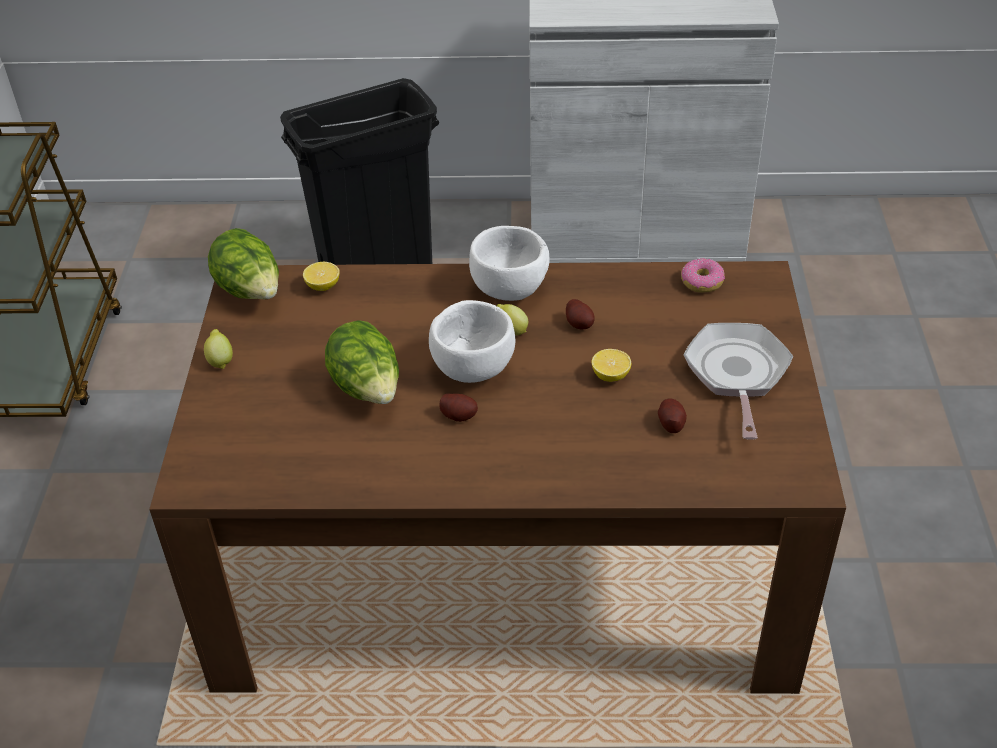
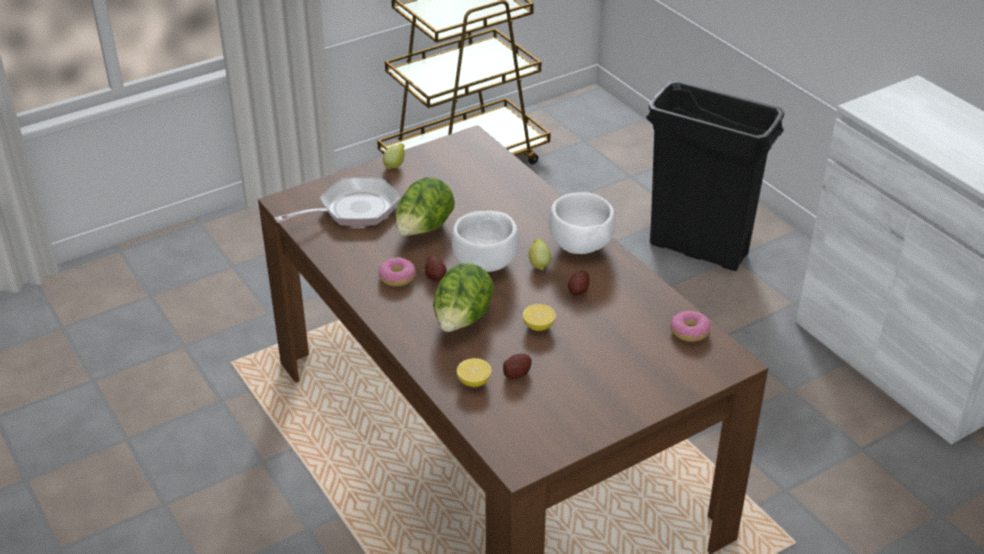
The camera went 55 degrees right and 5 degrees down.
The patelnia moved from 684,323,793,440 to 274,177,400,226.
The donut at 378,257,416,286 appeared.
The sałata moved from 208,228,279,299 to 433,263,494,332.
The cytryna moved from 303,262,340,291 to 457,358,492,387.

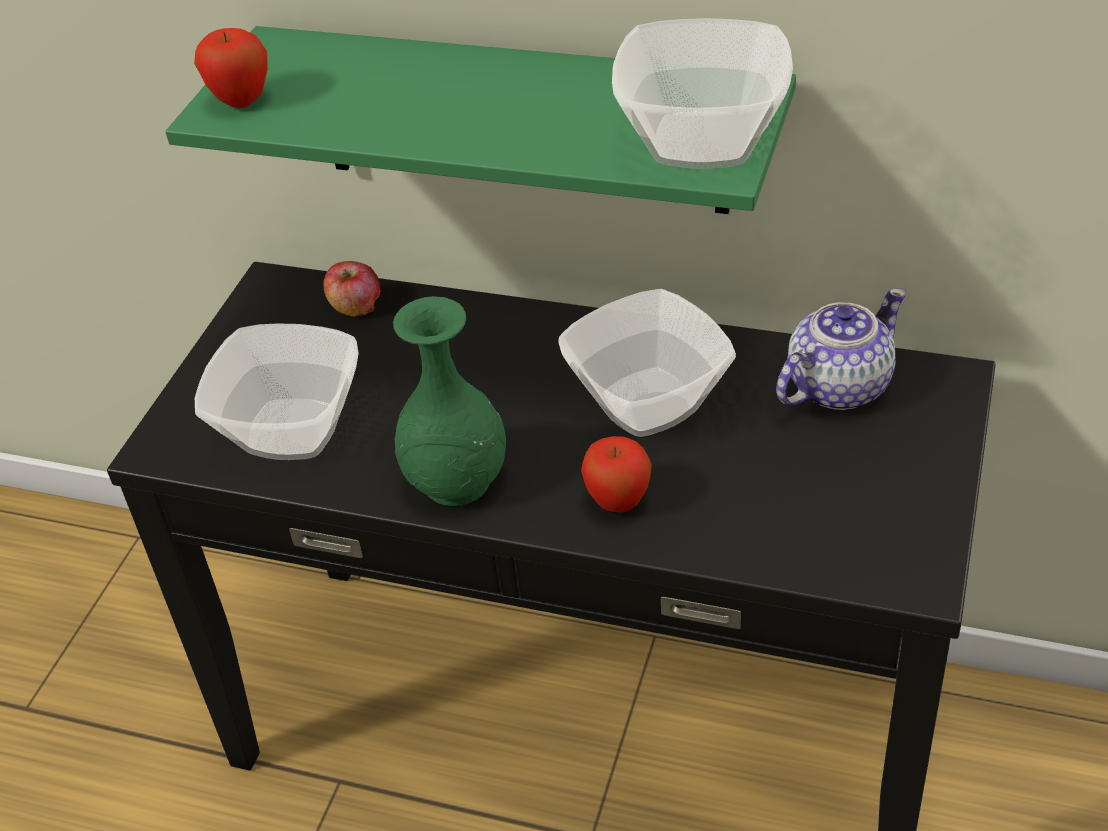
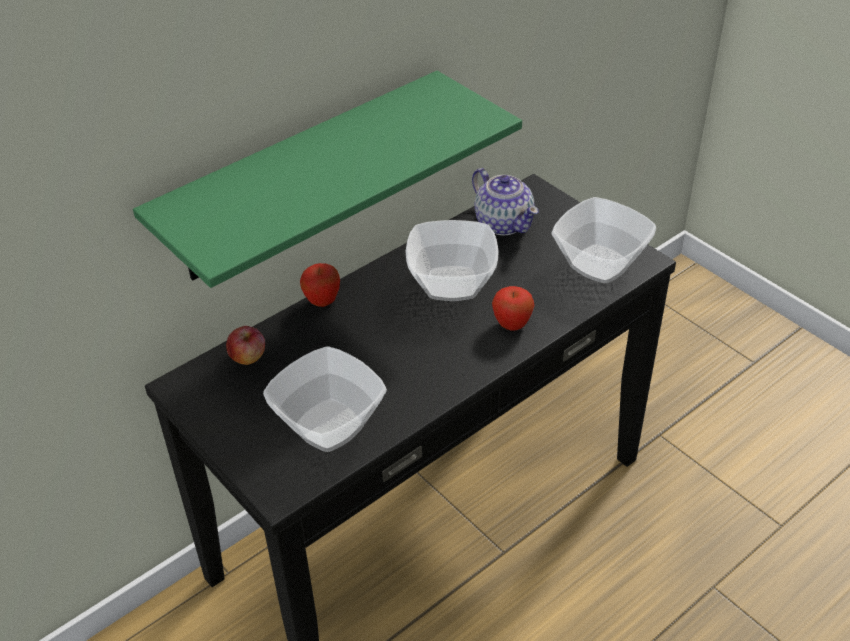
The camera went 60 degrees left and 0 degrees up.
The jabłko moved from 194,28,268,108 to 300,263,340,307.
The imbryk at 776,288,907,410 turned 150 degrees clockwise.
The miska moved from 612,18,793,169 to 552,197,656,283.
The wazon (zielony) at 393,296,506,506 disappeared.

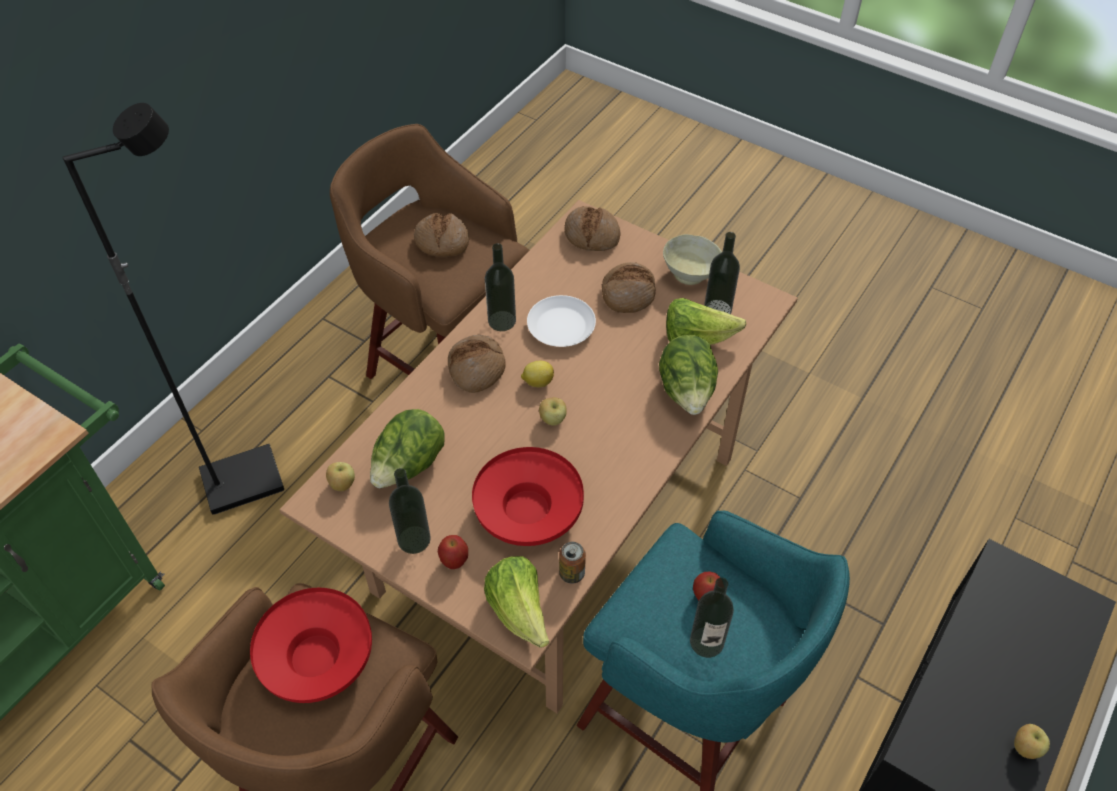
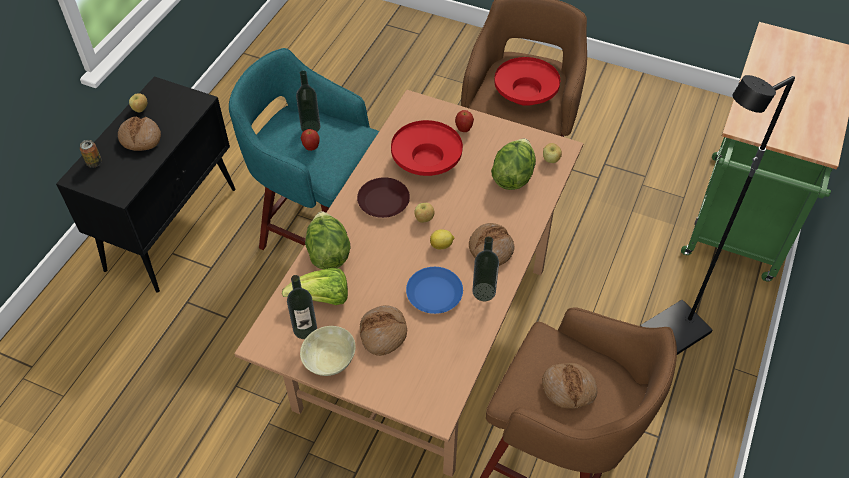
The camera went 170 degrees right and 0 degrees up.
The puszka moved from 559,542,586,584 to 80,140,102,168.
The chleb moved from 564,206,621,251 to 118,117,161,151.
The talerz (brązowy) at 357,177,410,218 appeared.
The talerz (biały) at 527,295,596,347 became the talerz (niebieski) at 406,267,463,314.
The butelka at 389,468,431,554 disappeared.
The sałata at 484,556,549,648 disappeared.

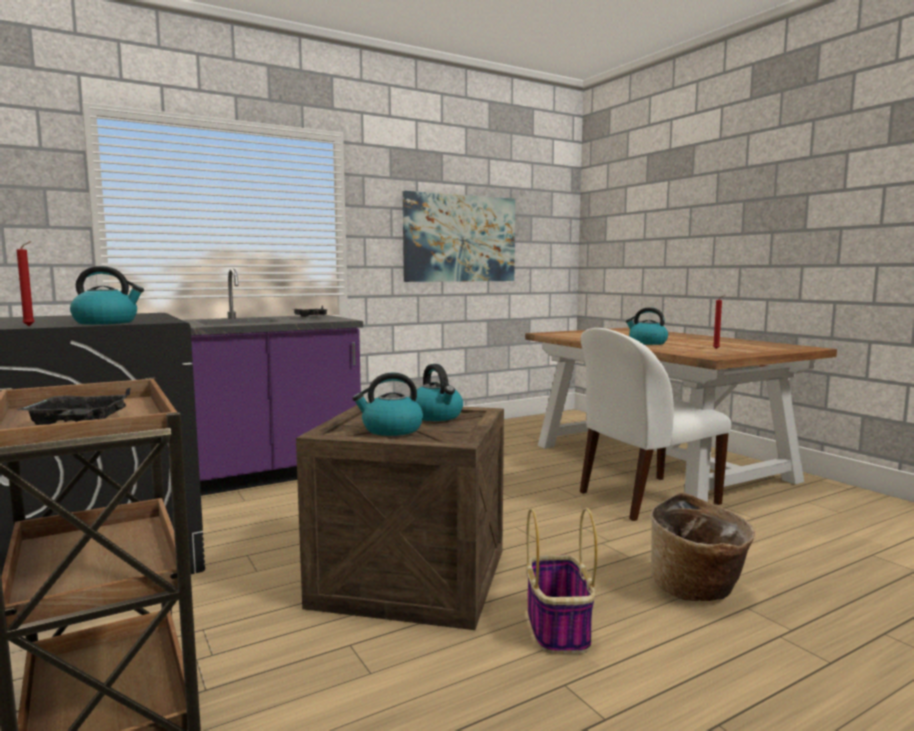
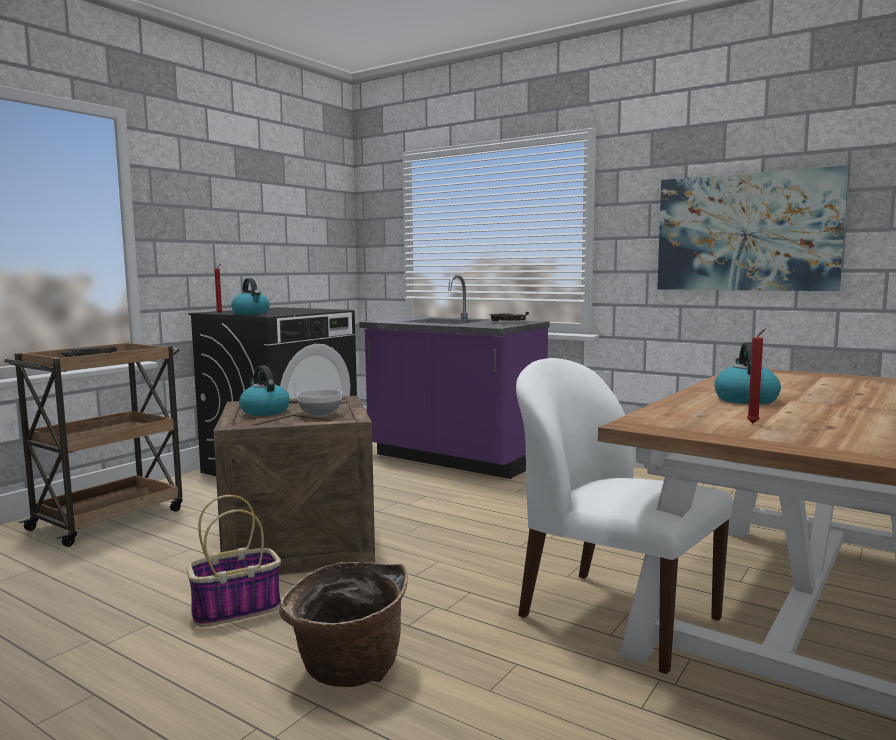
The camera went 65 degrees right and 0 degrees up.
The czajnik at 409,364,463,421 was replaced by the miska at 297,389,342,416.

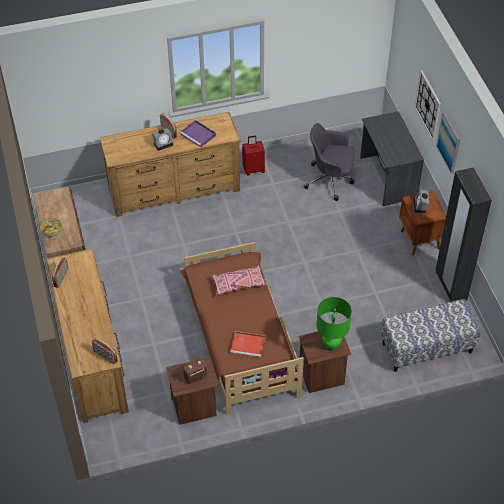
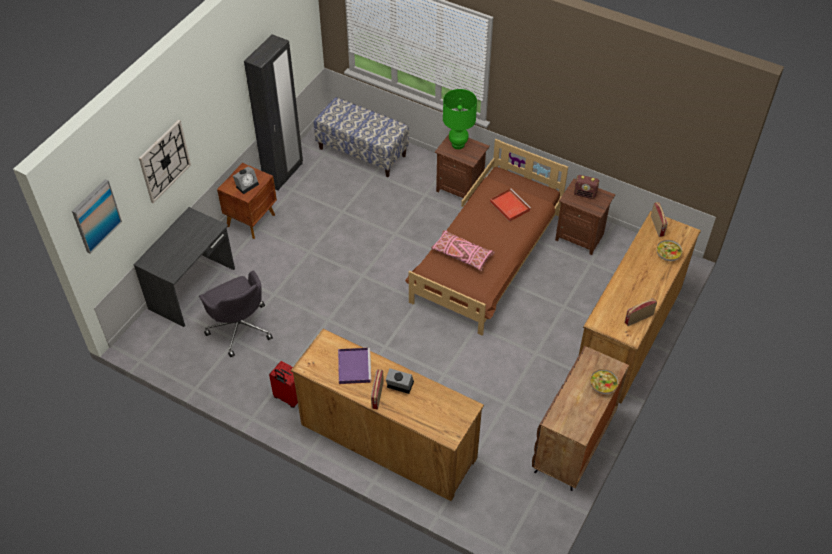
The camera went 135 degrees left and 0 degrees up.
The obraz moved from 436,112,460,173 to 72,179,122,253.
The miska at 657,240,683,261 appeared.

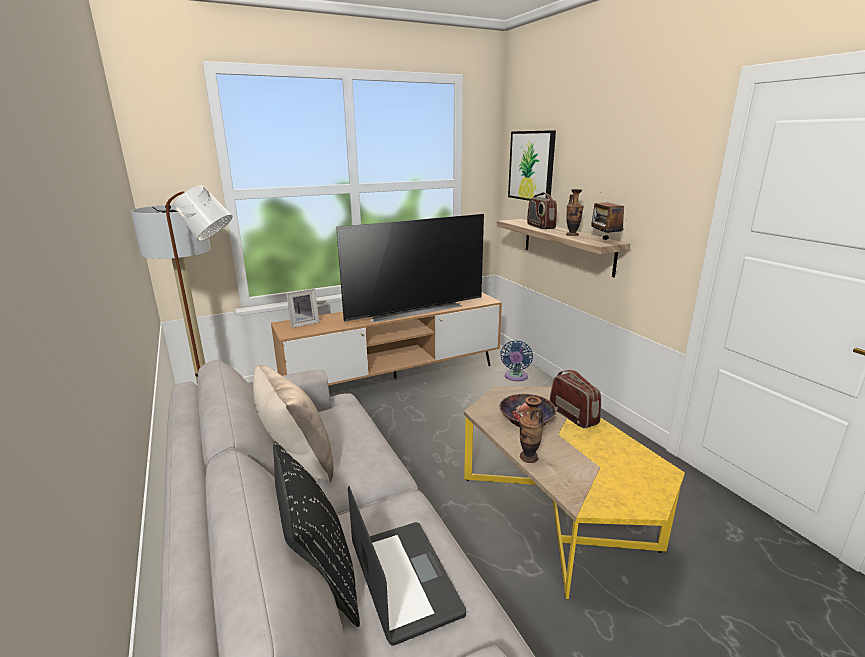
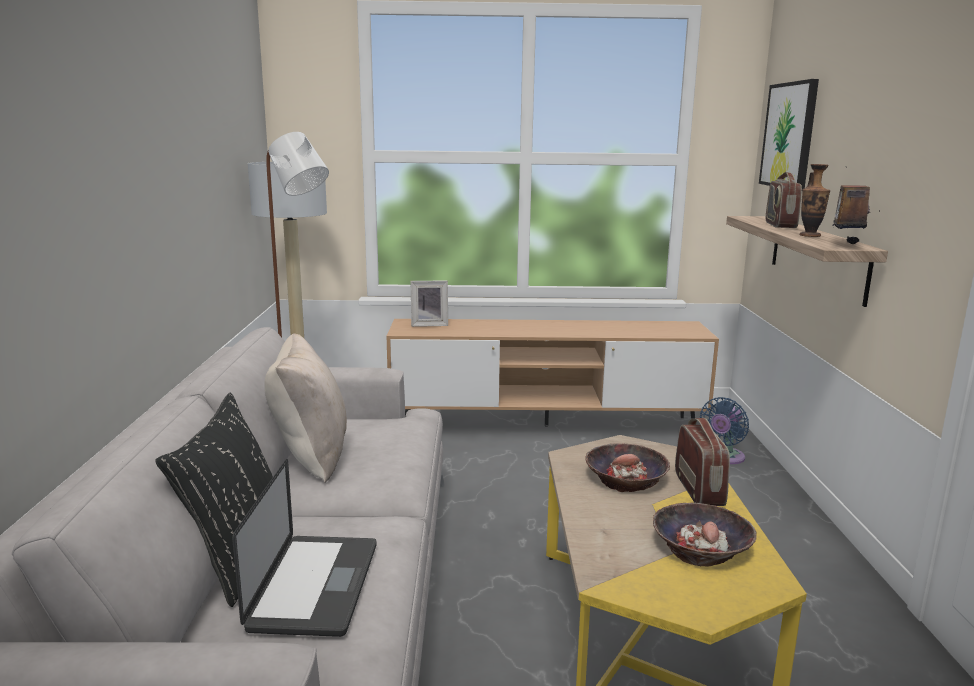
The camera went 25 degrees right and 5 degrees down.
The miska at 653,502,757,567 appeared.
The telewizor at 336,214,484,322 disappeared.
The wazon at 519,396,544,463 disappeared.

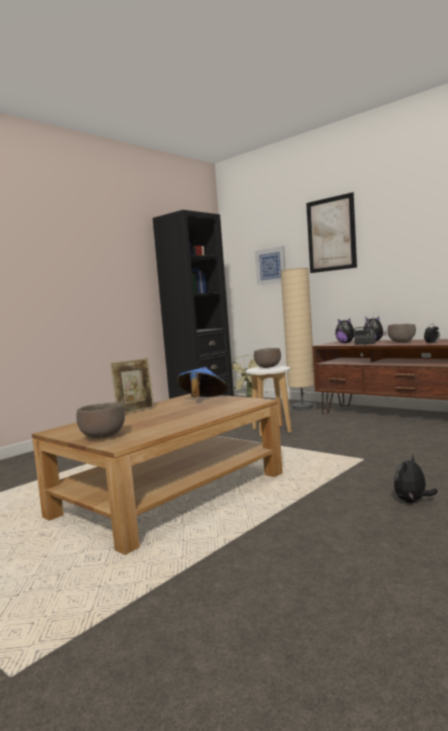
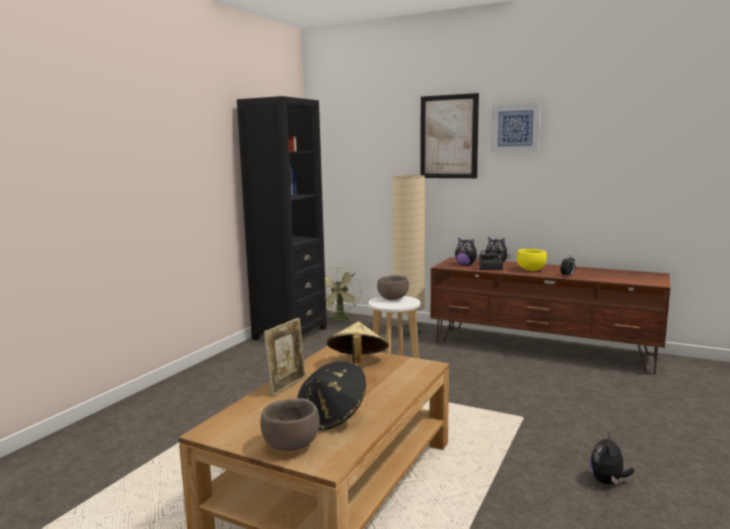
The camera went 15 degrees left and 5 degrees up.
The kapelusz (czarny) at 297,361,366,430 appeared.
The kapelusz (niebieski) at 177,367,228,397 became the kapelusz (beżowy) at 327,322,389,364.
The obraz moved from 255,246,286,285 to 491,103,541,152.
The miska (brązowy) at 388,324,416,343 became the miska (żółty) at 517,249,547,271.

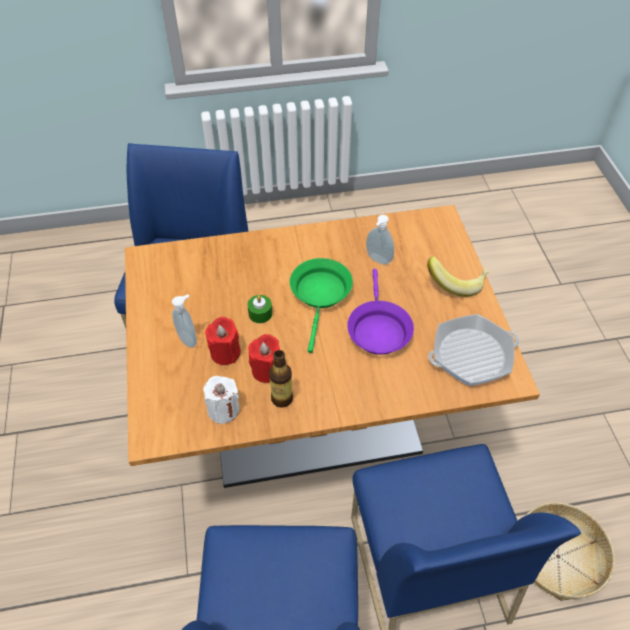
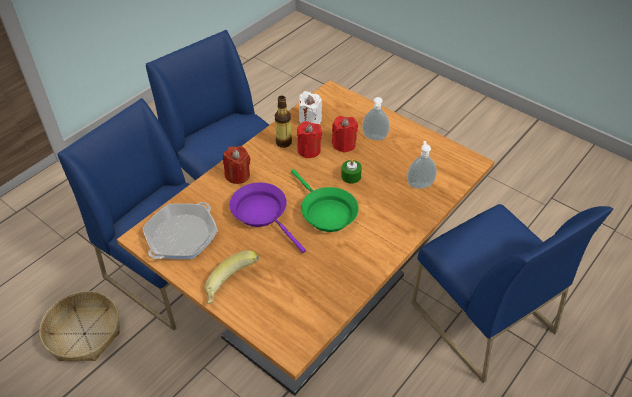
The camera went 140 degrees right and 5 degrees down.
The świeca (czerwony) at 223,146,250,184 appeared.
The dozownik mydła moved from 366,215,394,265 to 407,141,437,188.

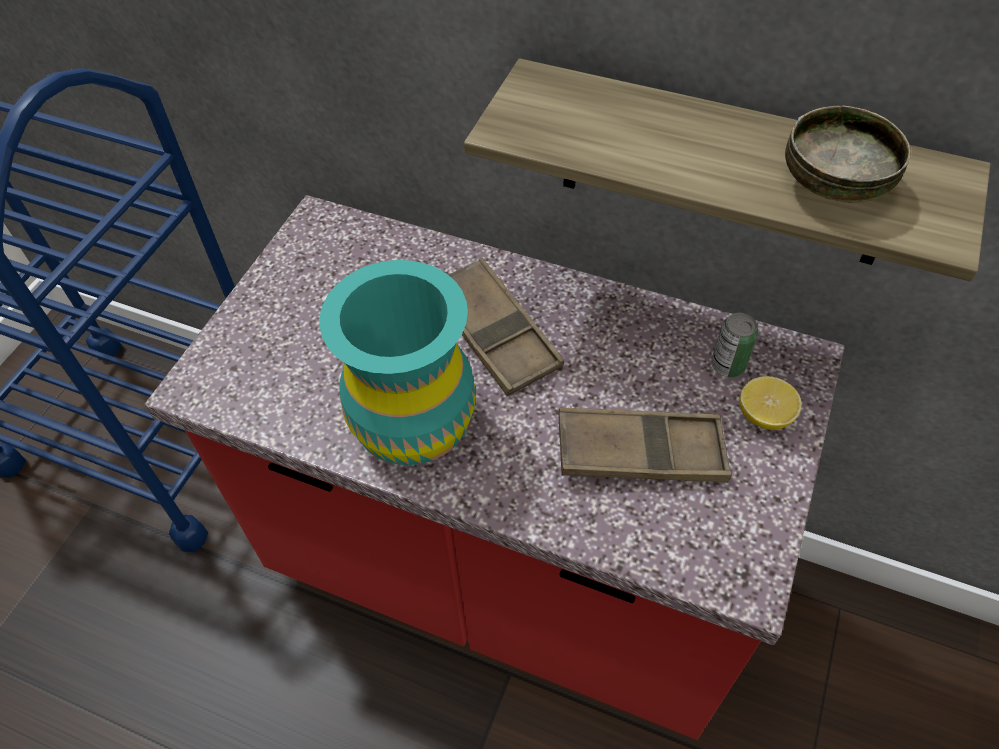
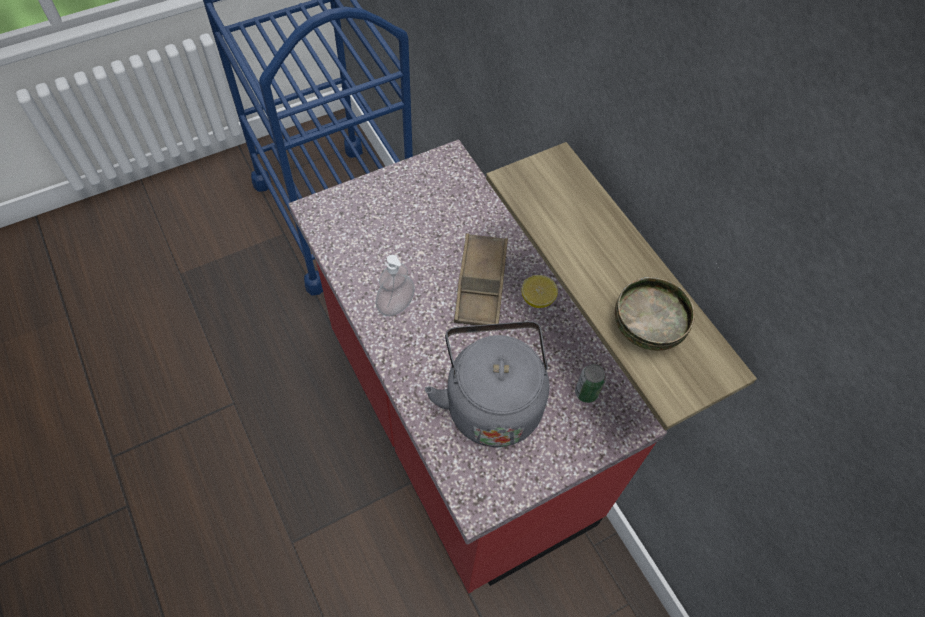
The camera went 35 degrees right and 5 degrees up.
The wazon (turkusowy) at 320,260,476,465 was replaced by the dozownik mydła at 376,255,415,316.
The taca (brązowy) at 558,407,732,483 was replaced by the czajnik (szary) at 425,321,549,447.
The cytryna moved from 740,376,802,430 to 521,275,558,308.

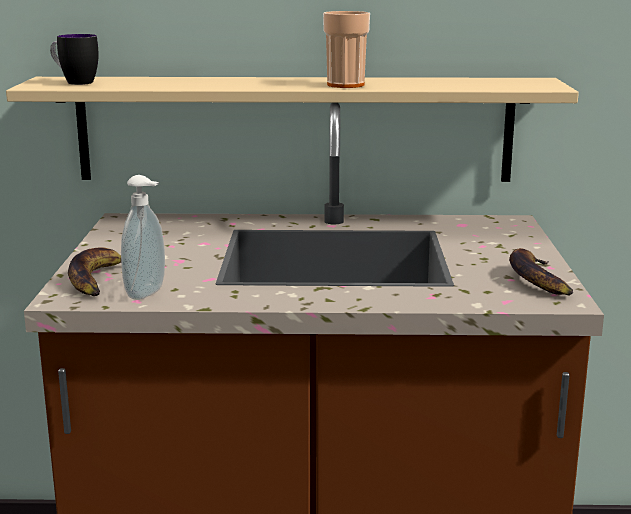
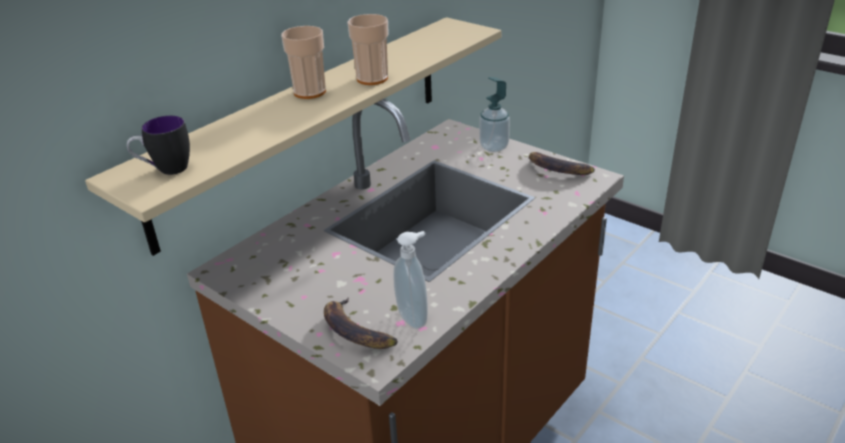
The camera went 50 degrees left and 15 degrees up.
The filiżanka at 281,26,326,99 appeared.
The dozownik mydła at 479,77,510,152 appeared.

